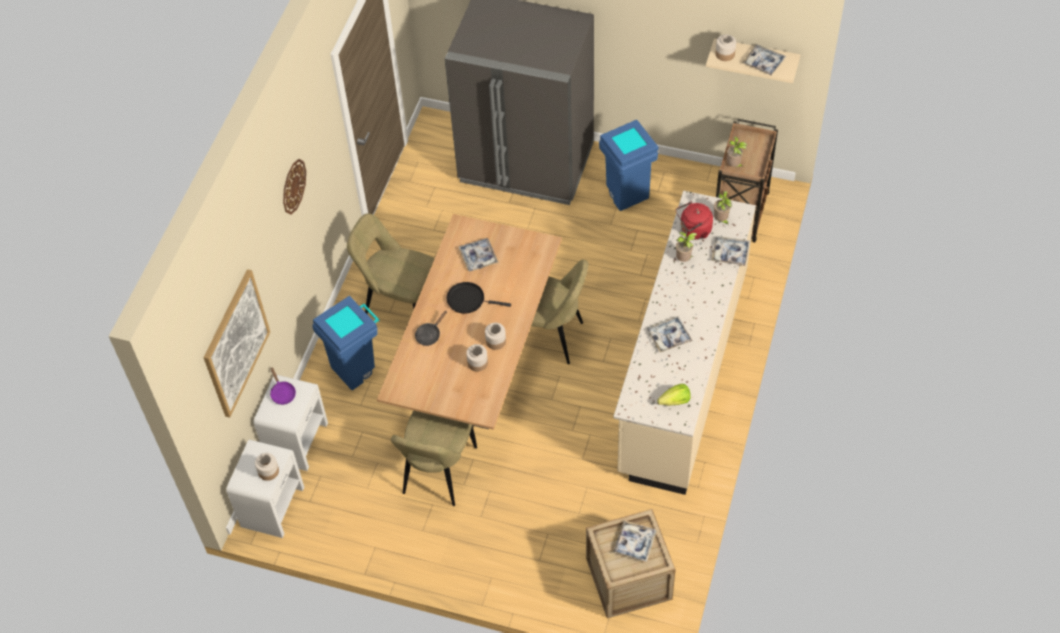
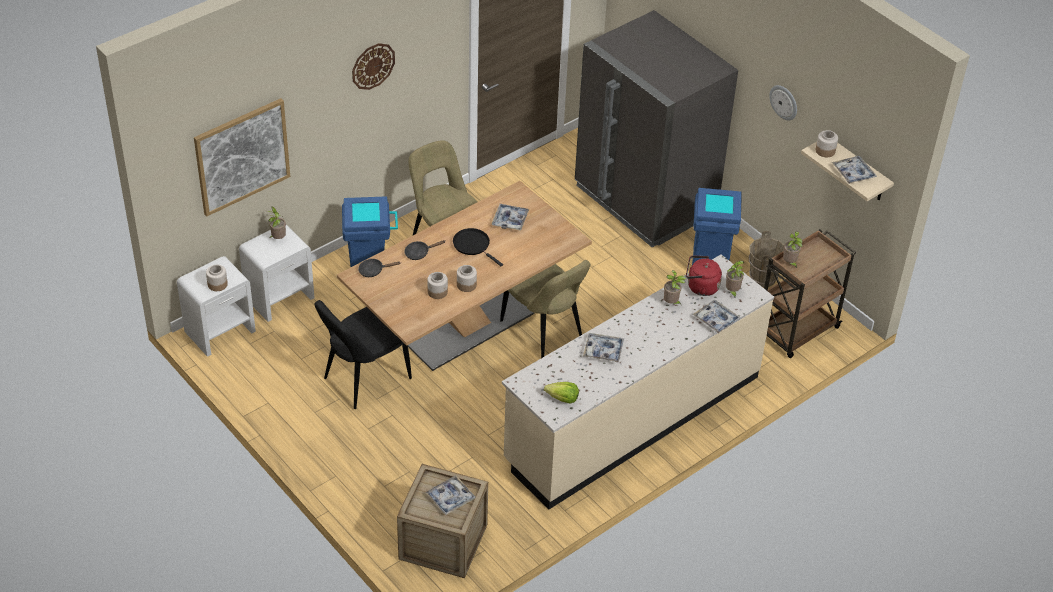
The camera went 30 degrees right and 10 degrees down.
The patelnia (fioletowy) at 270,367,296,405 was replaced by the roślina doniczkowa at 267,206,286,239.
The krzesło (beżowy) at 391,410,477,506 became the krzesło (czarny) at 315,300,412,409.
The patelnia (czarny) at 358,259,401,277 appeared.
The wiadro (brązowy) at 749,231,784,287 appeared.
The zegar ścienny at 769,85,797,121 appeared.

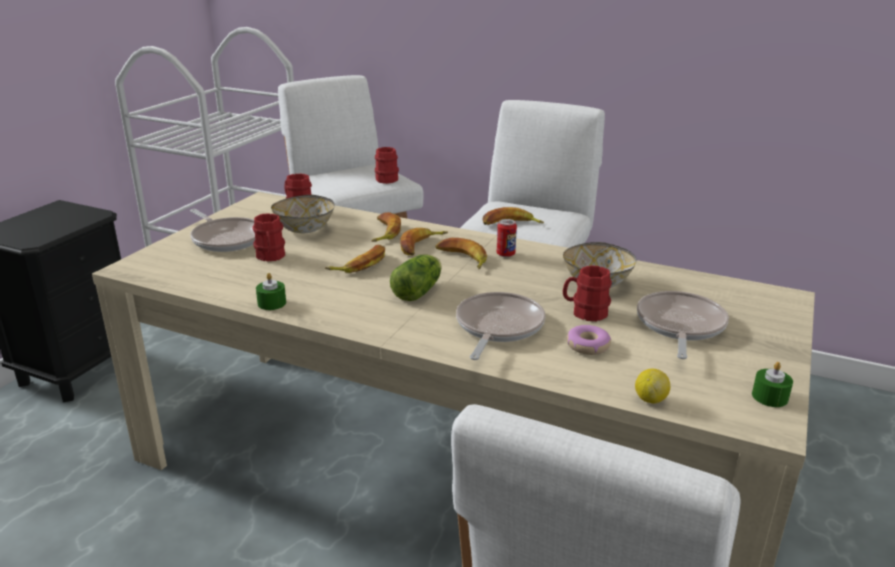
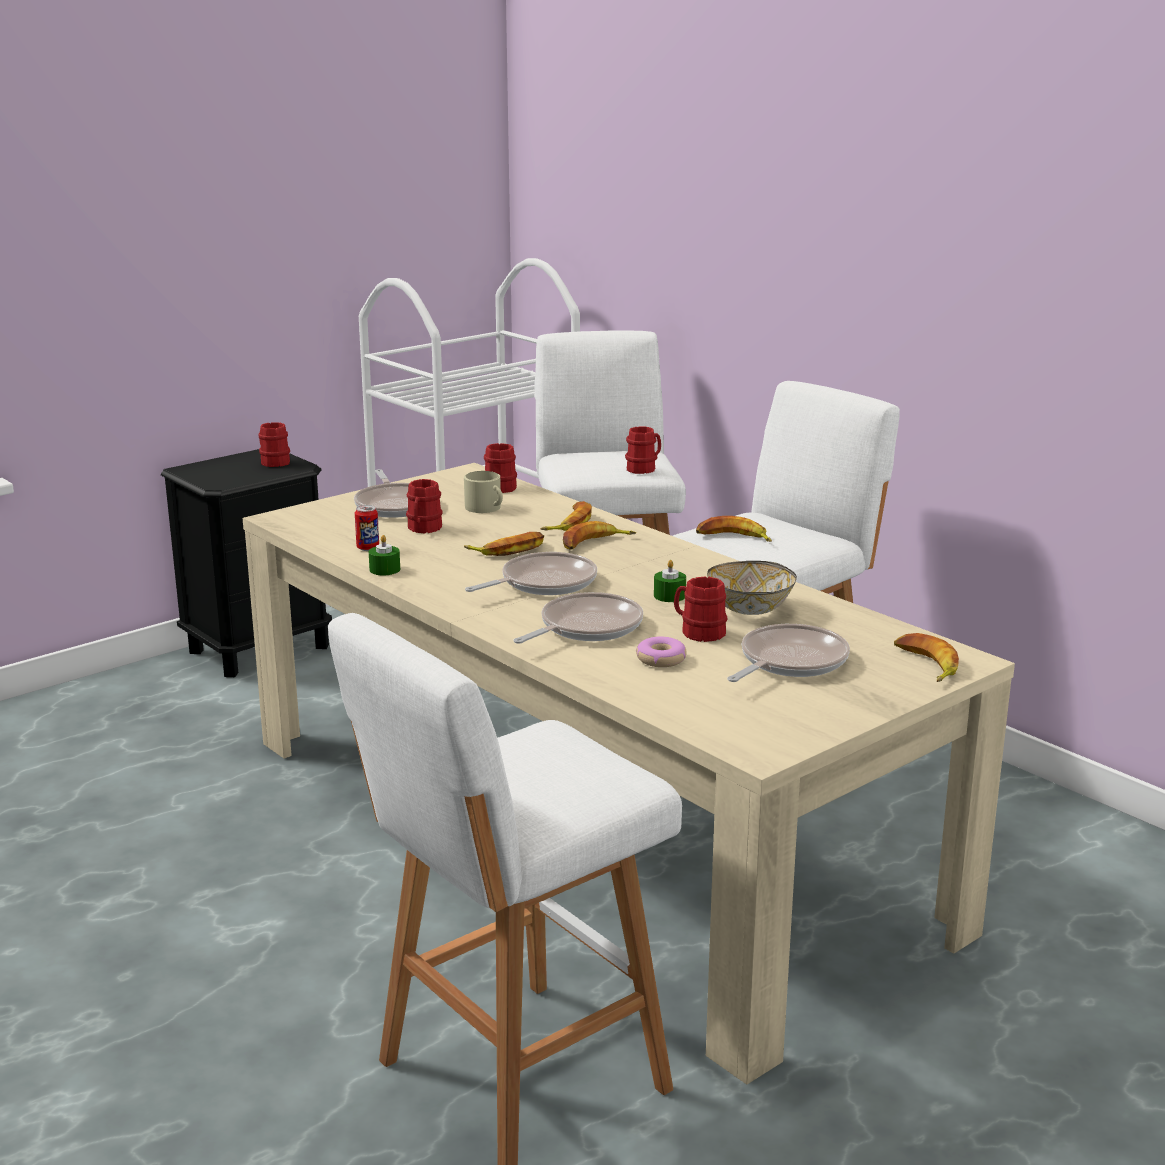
The camera went 25 degrees right and 5 degrees down.
The kubek (czerwony) at 259,422,290,467 appeared.
The puszka moved from 497,219,517,257 to 355,505,379,551.
The miska at 271,195,335,233 was replaced by the kubek (beżowy) at 464,471,503,513.
The sałata at 390,255,442,301 was replaced by the patelnia at 465,552,597,595.
The świeca (zielony) moved from 752,362,793,407 to 654,560,686,602.
The banan moved from 435,238,487,269 to 894,633,959,682.
The cytryna at 635,369,670,403 disappeared.

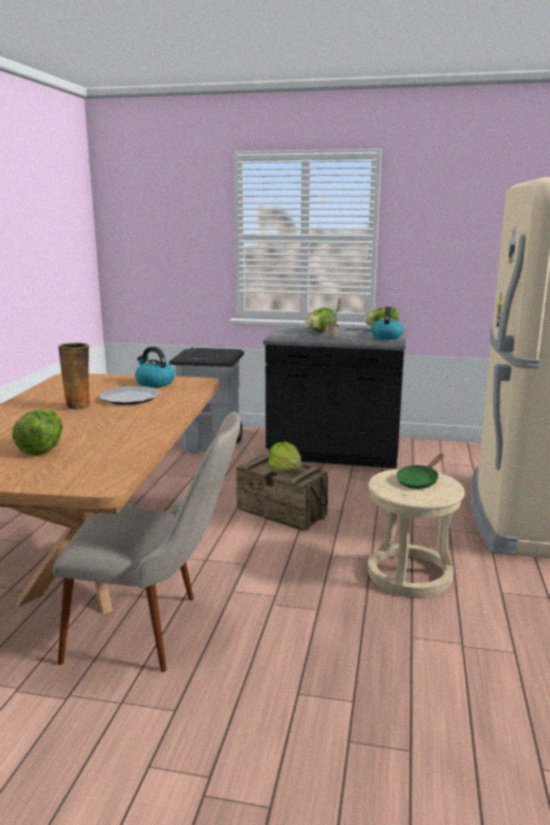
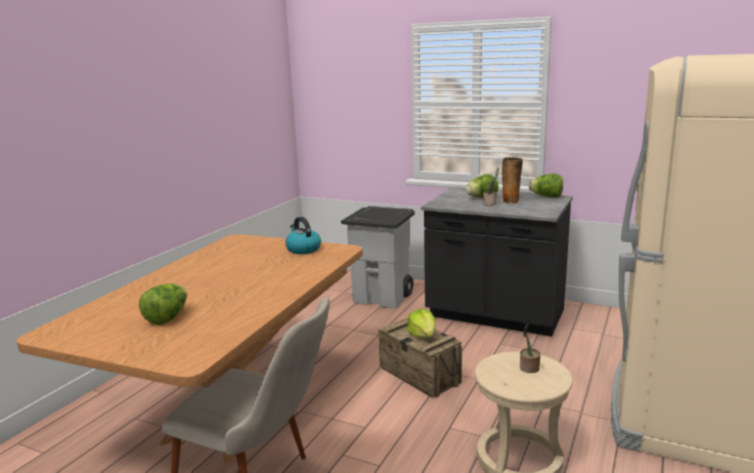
The camera went 15 degrees right and 0 degrees up.
The wazon moved from 58,343,91,410 to 502,157,523,204.
The patelnia (zielony) at 396,454,444,489 was replaced by the roślina doniczkowa at 520,323,541,373.
The talerz at 99,386,161,405 disappeared.
The czajnik at 371,307,403,340 disappeared.

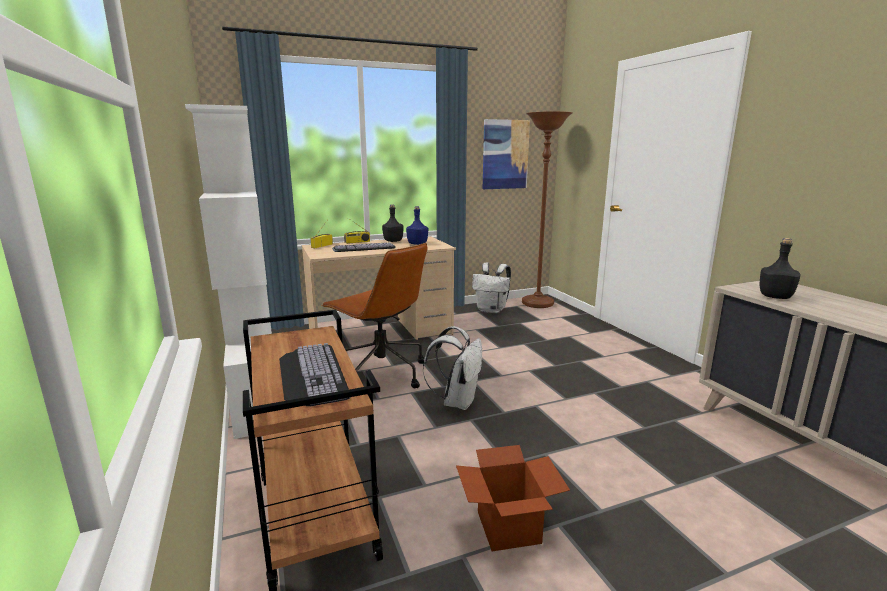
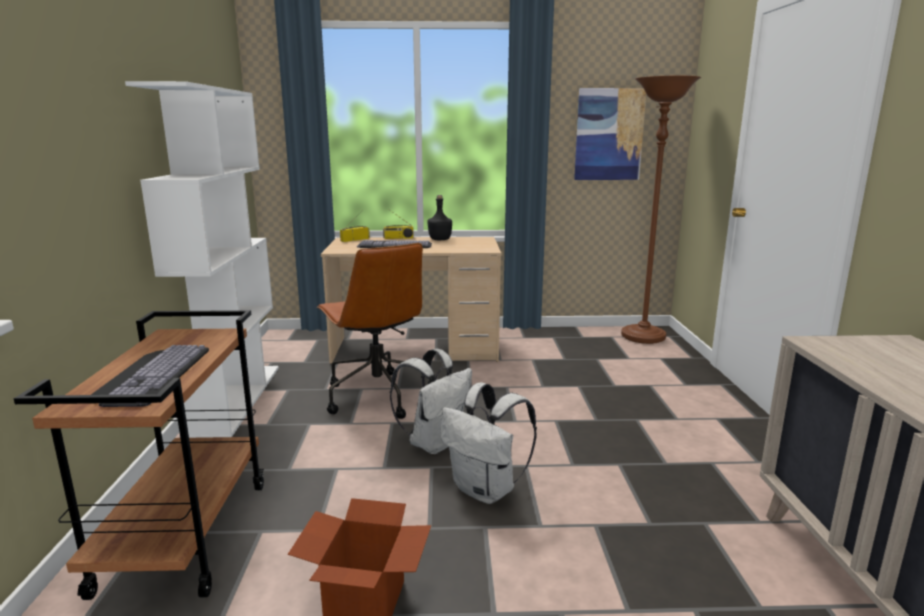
The camera went 20 degrees right and 0 degrees up.
The plecak (biały) moved from 472,262,511,313 to 440,383,537,504.
The butelka (niebieski) at 406,206,428,245 disappeared.
The butelka (czarny) at 760,238,801,299 disappeared.

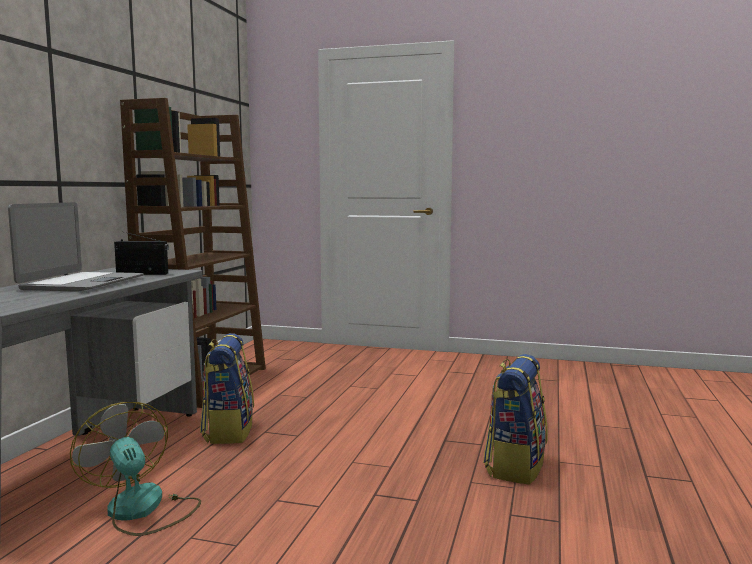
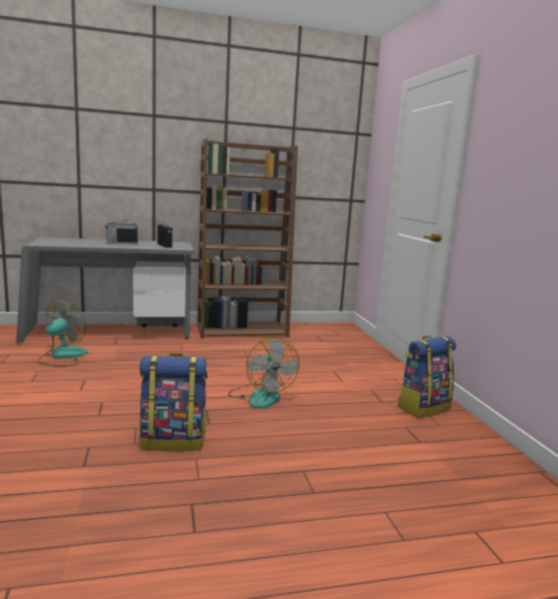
The camera went 60 degrees right and 5 degrees up.
The laptop at 8,202,144,292 was replaced by the radio at 106,219,138,244.
The wentylator at 228,337,300,409 appeared.
The plecak moved from 200,333,254,444 to 398,336,456,418.

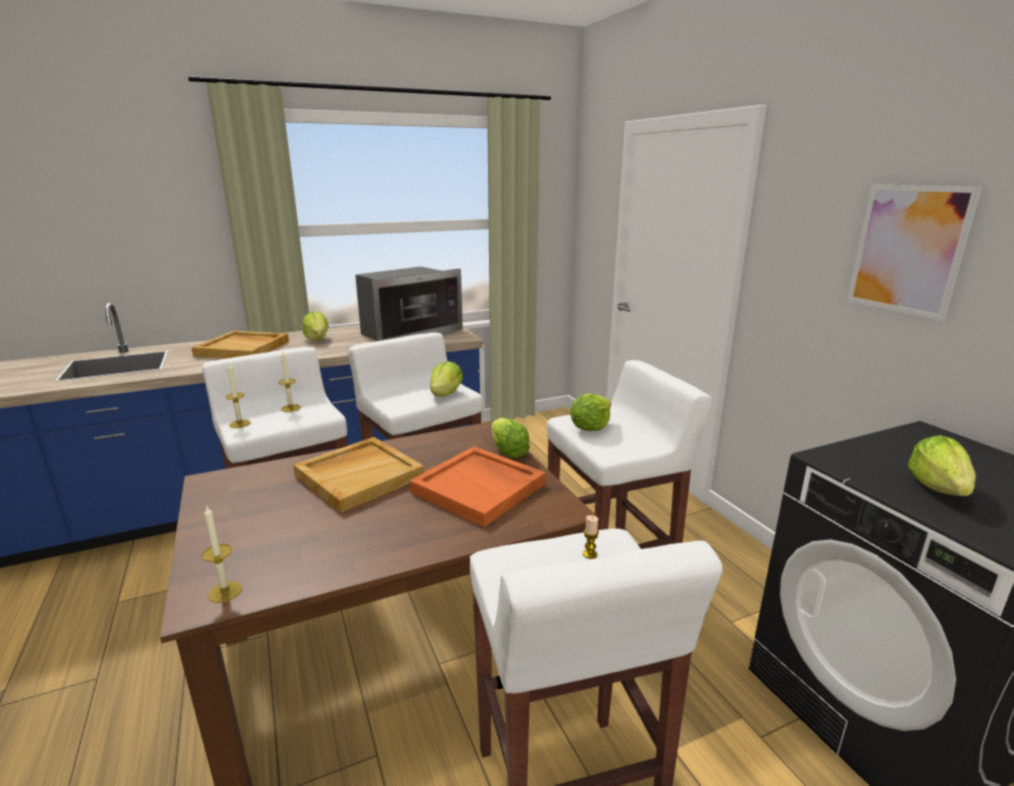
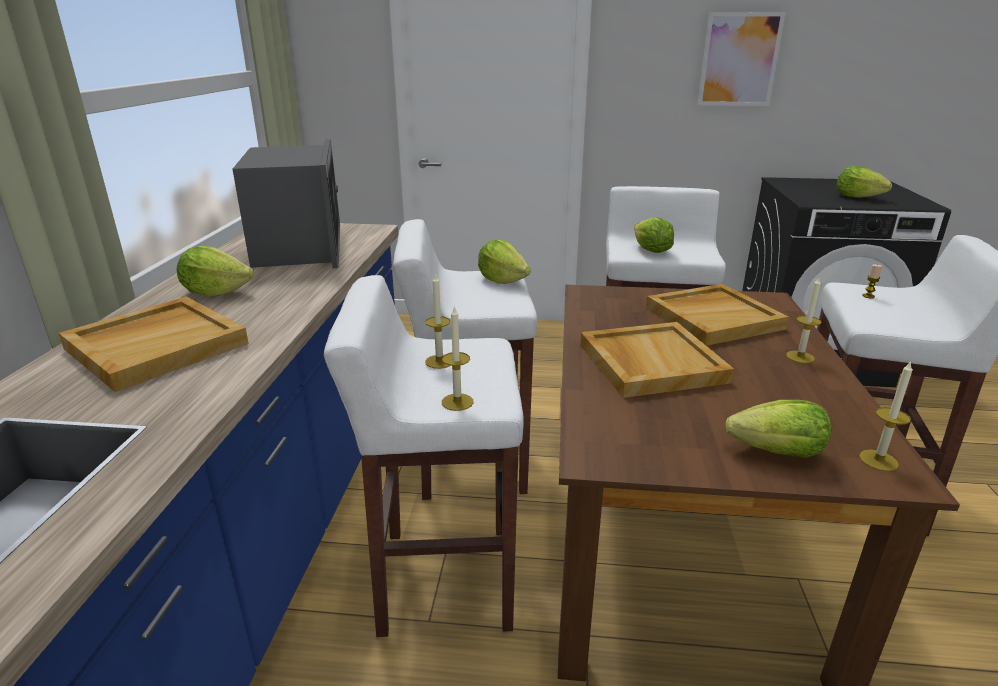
The camera went 60 degrees left and 5 degrees up.
The taca (pomarańczowy) at 409,446,546,527 became the taca (beżowy) at 646,284,789,346.
The sałata moved from 491,418,530,458 to 725,400,831,458.
The świeca at 786,277,821,363 appeared.

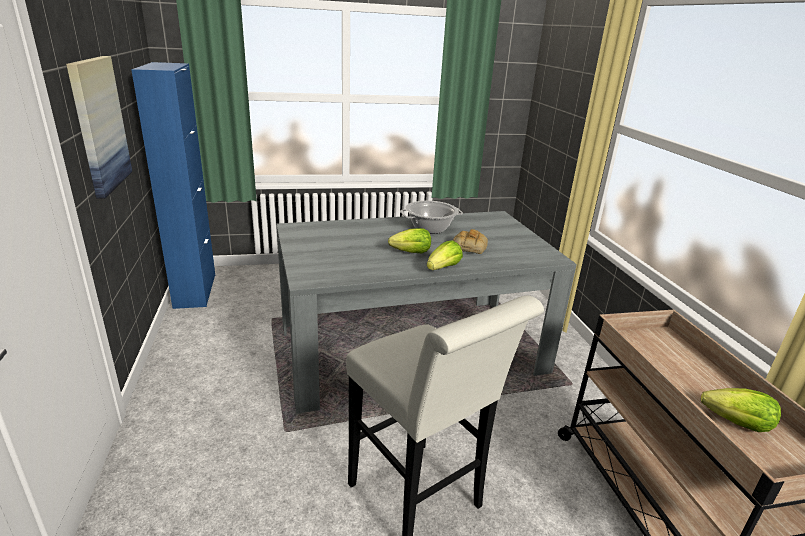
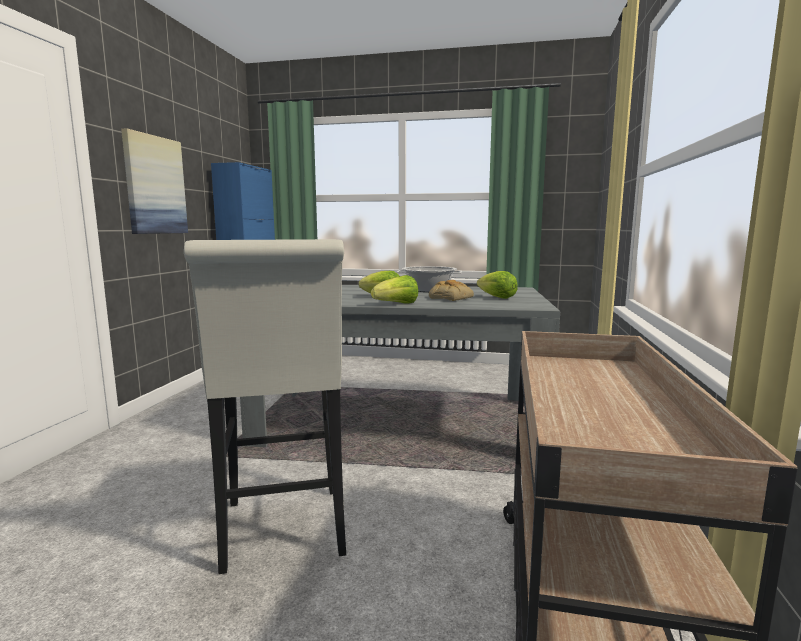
The camera went 25 degrees right and 15 degrees down.
The sałata moved from 701,388,781,432 to 477,271,517,299.

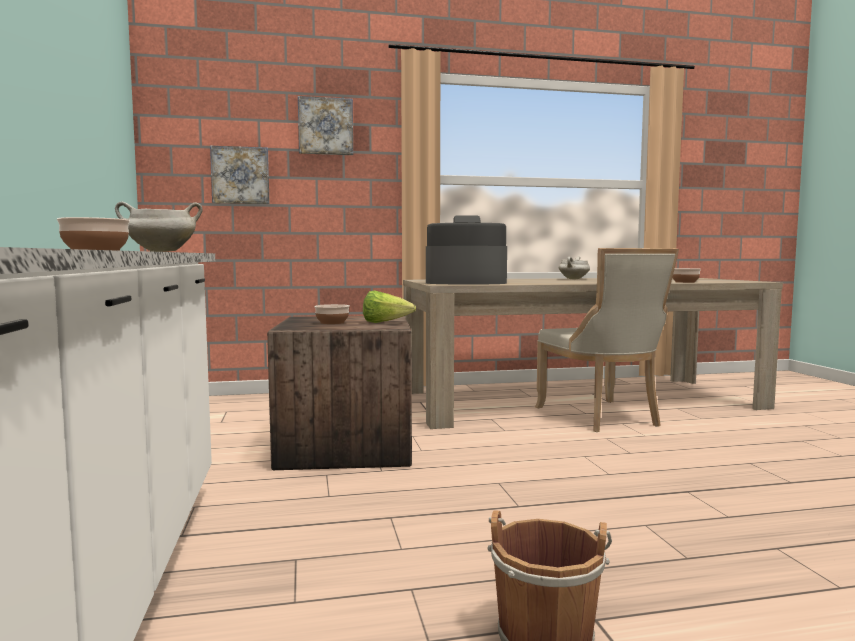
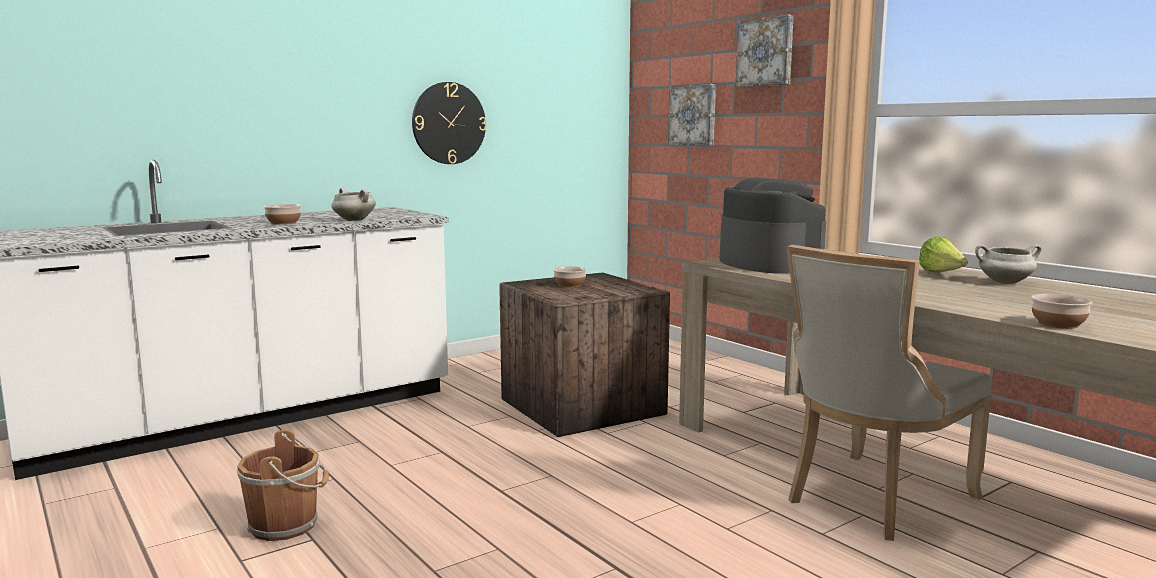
The camera went 65 degrees right and 5 degrees up.
The zegar ścienny at 412,82,487,164 appeared.
The sałata moved from 363,290,416,323 to 919,236,968,272.

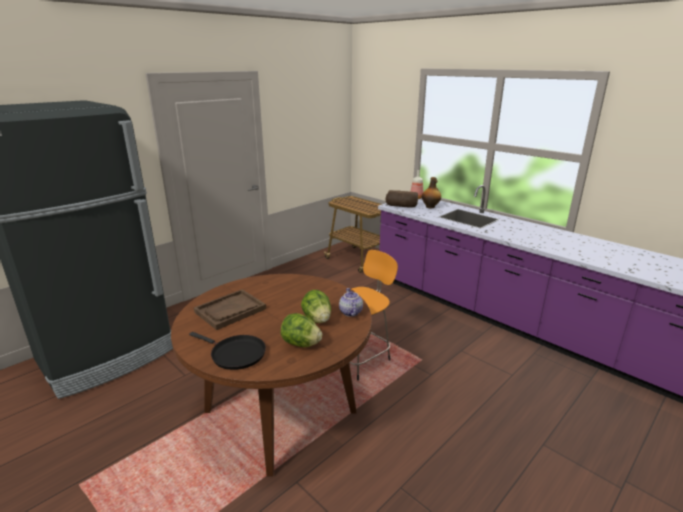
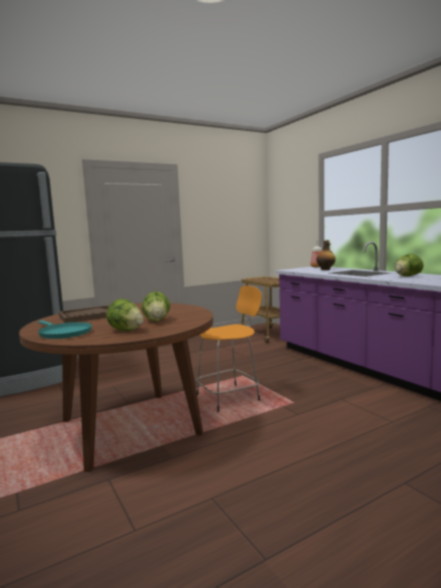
The camera went 15 degrees right and 15 degrees down.
The patelnia (czarny) at 189,332,266,370 became the patelnia (turkusowy) at 38,320,92,339.
The sałata at 395,254,424,276 appeared.
The imbryk at 339,288,363,317 disappeared.
The chleb at 386,190,418,208 disappeared.

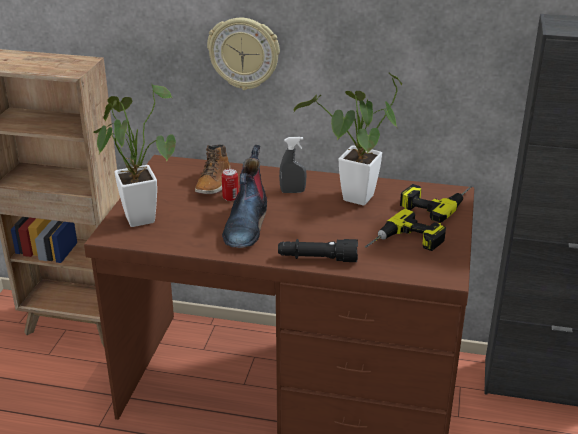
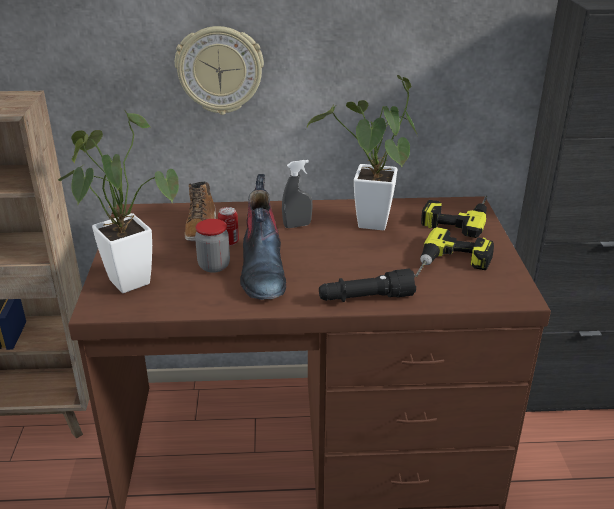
The camera went 15 degrees left and 0 degrees up.
The słoik at 195,219,230,273 appeared.

